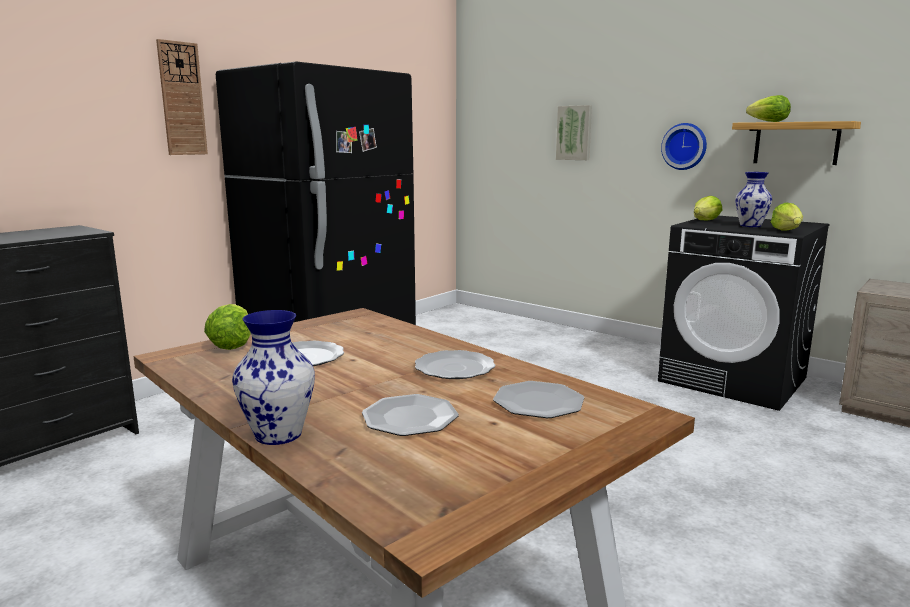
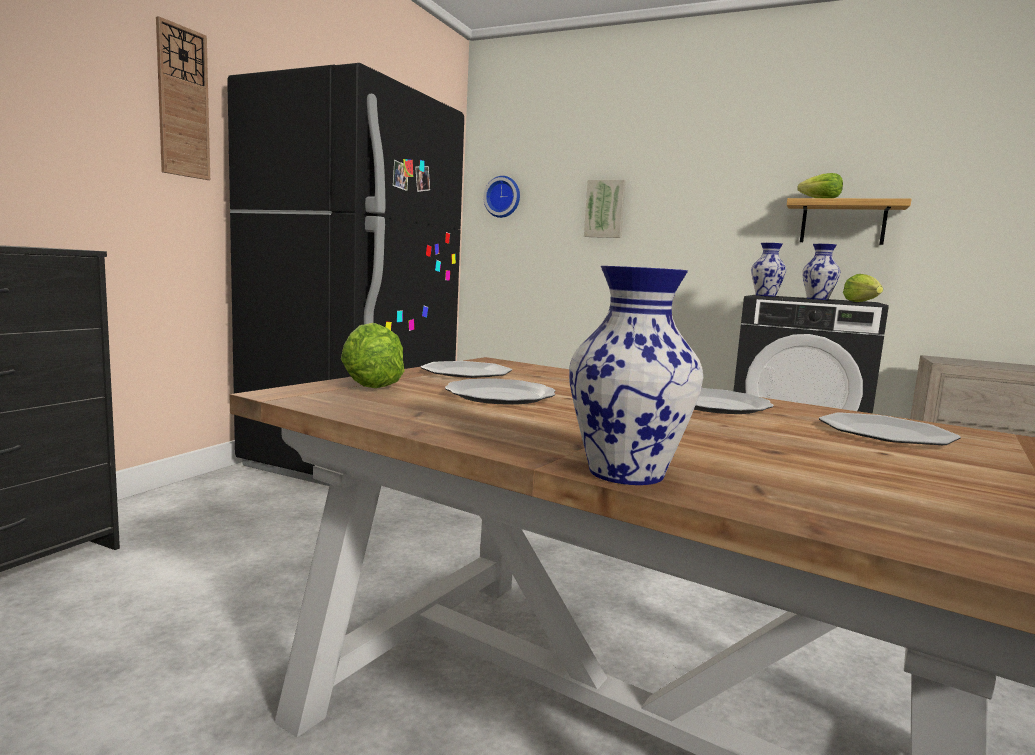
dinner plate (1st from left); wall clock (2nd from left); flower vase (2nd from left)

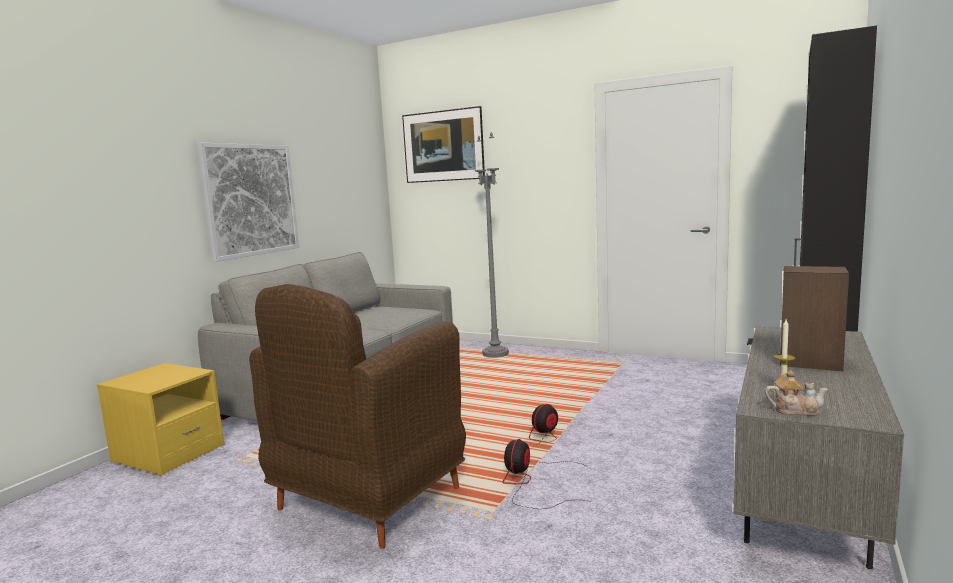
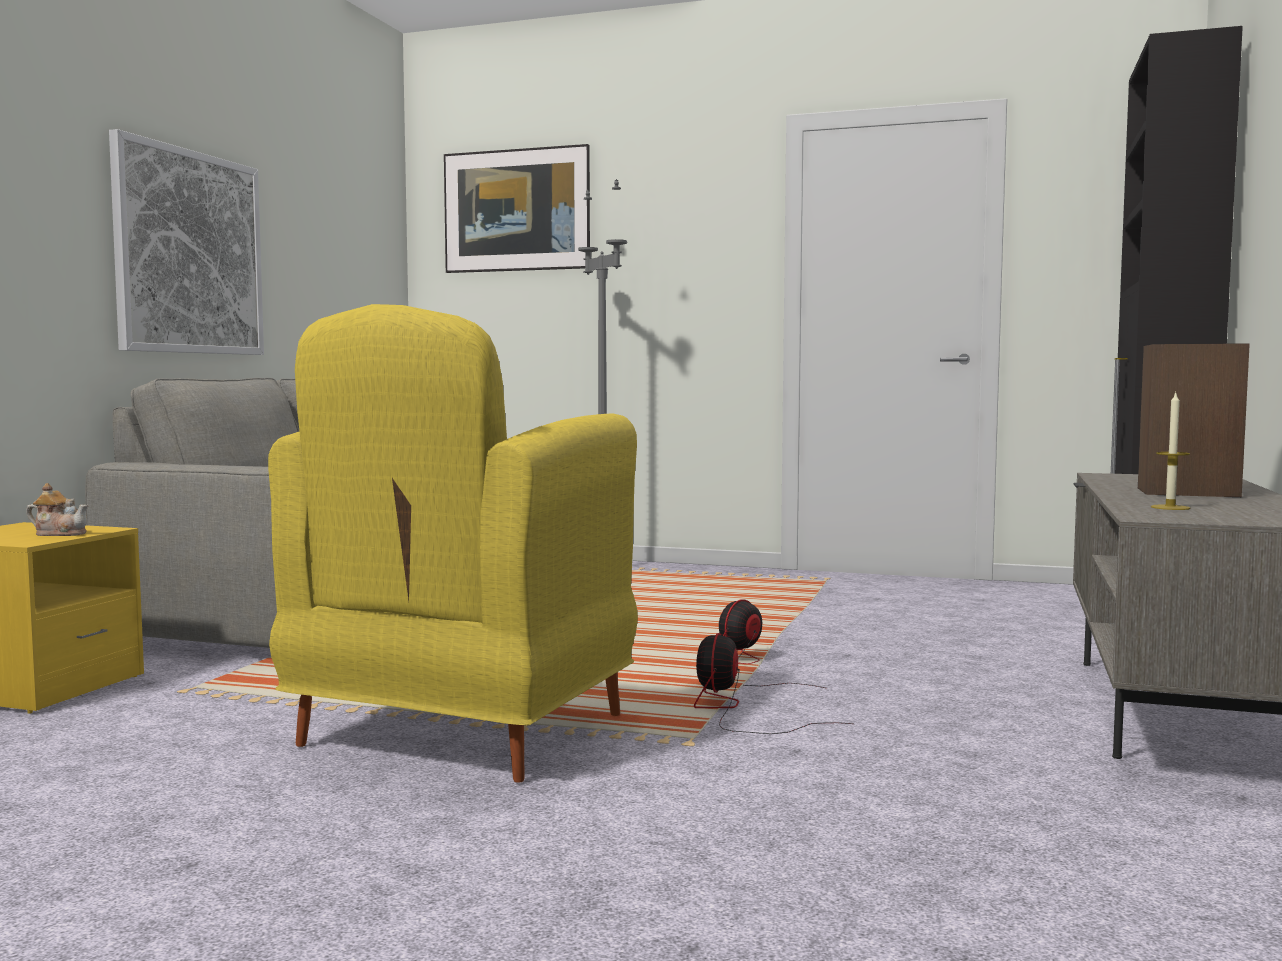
tea pot; yellowish easy chair

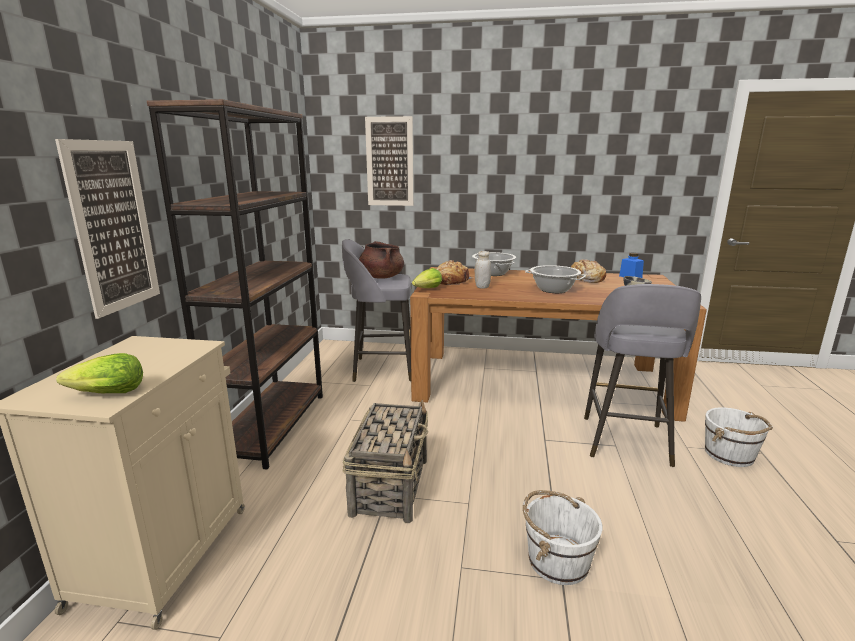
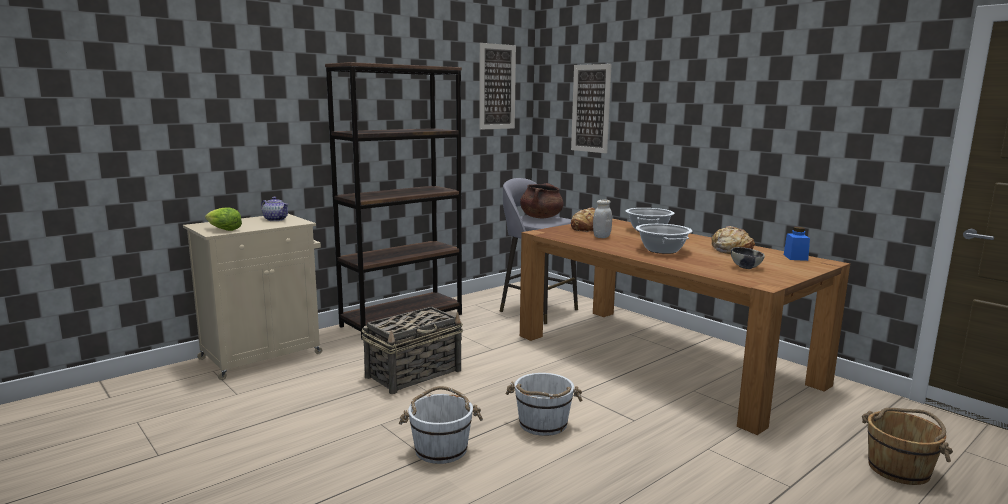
lettuce head (2nd from left in the first image); grey stool seat (2nd from left in the first image); tea pot; brown water bucket; wall picture (1st from left); white-coloured water bucket (2nd from left)

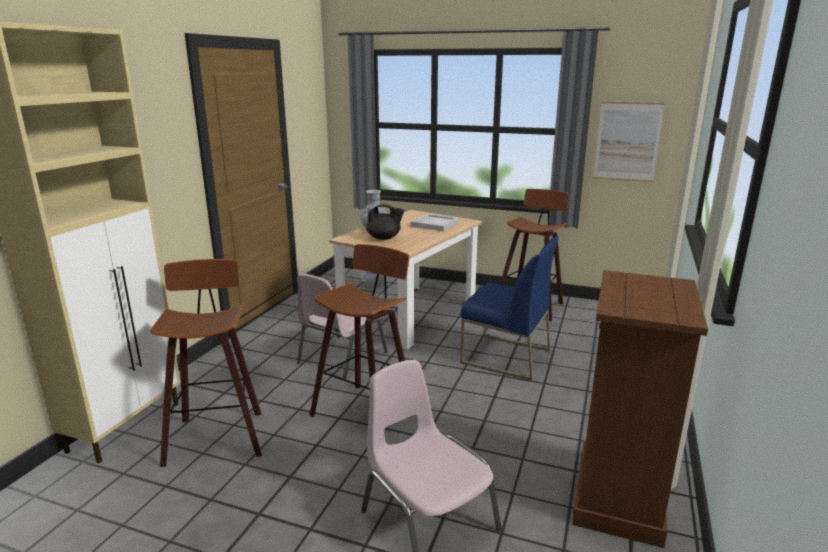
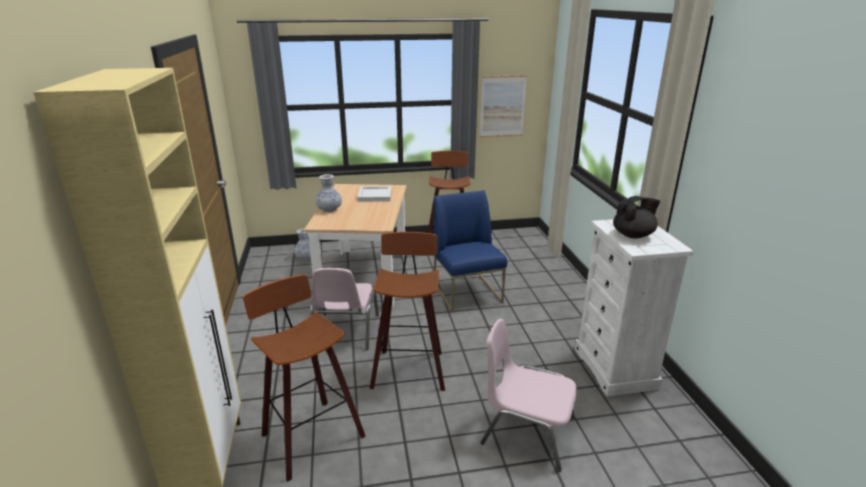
black tea pot; white-coloured dresser; blue upright chair

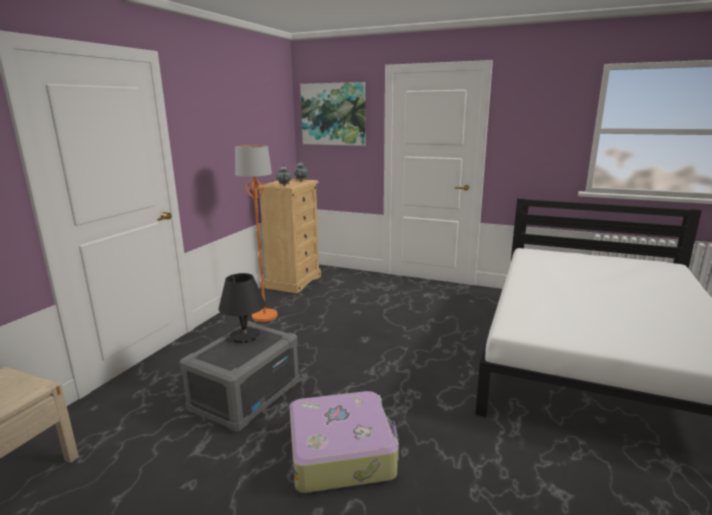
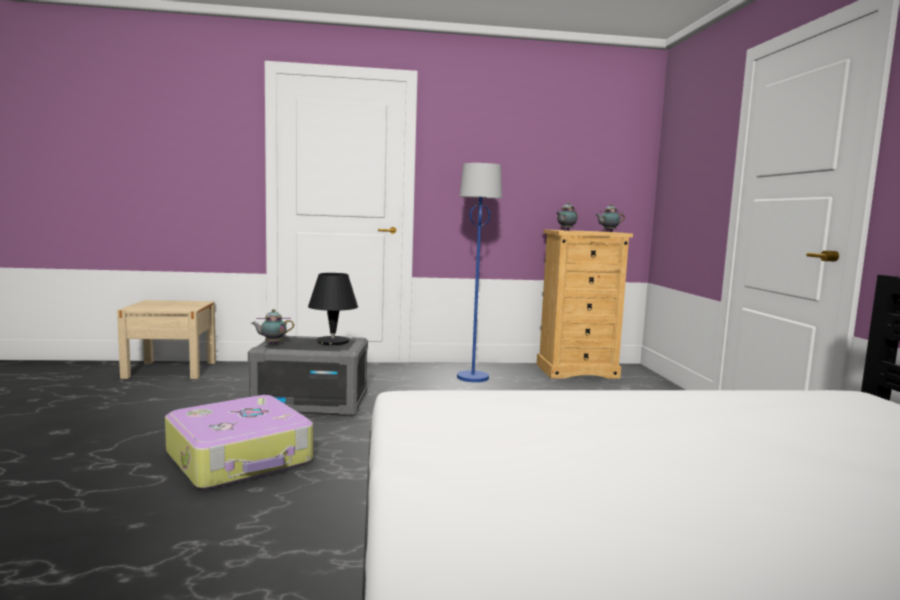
wall picture; tea pot (1st from left); blue standard lamp

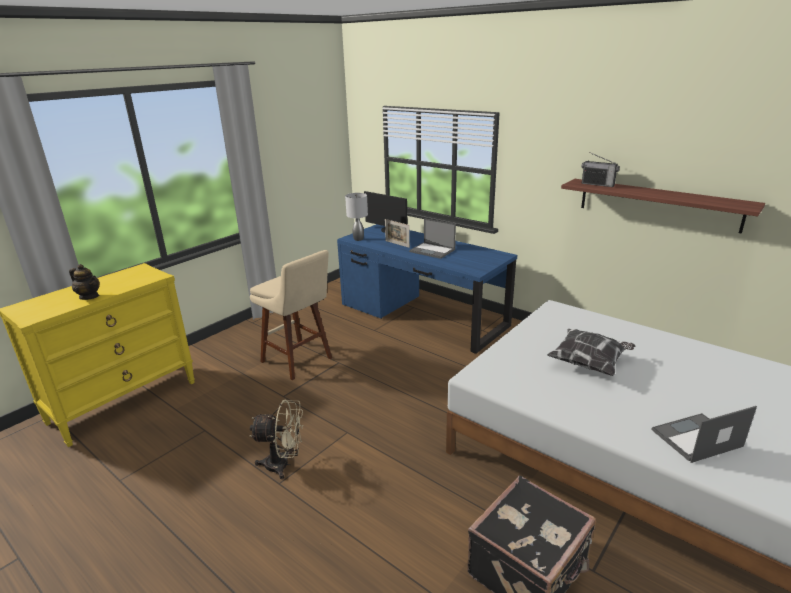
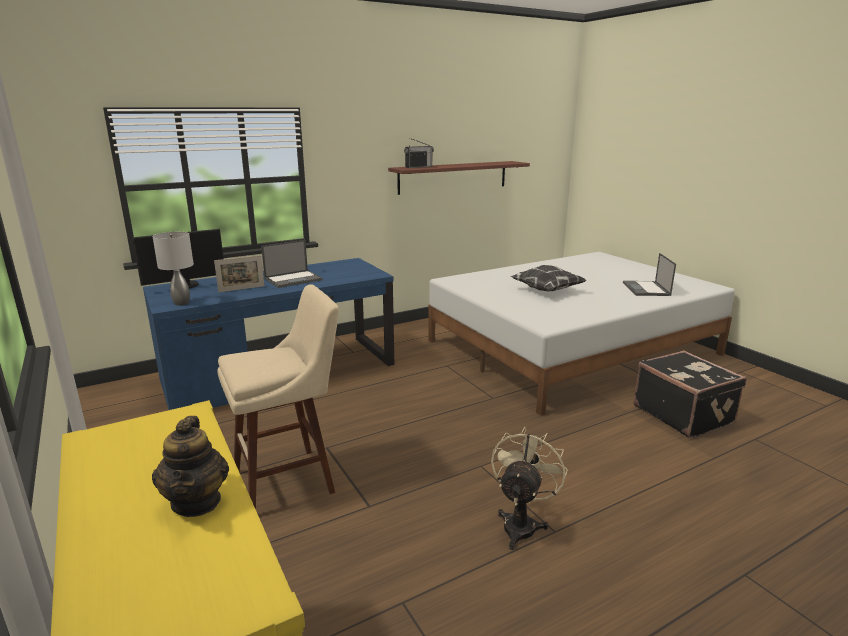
tea pot

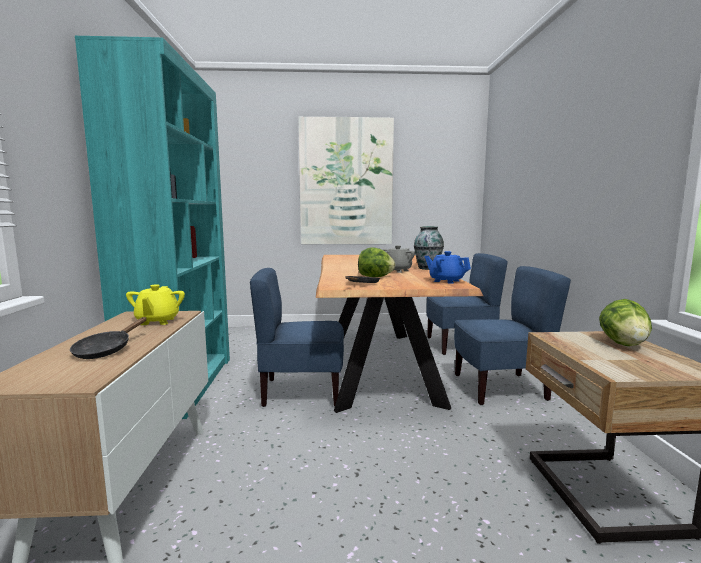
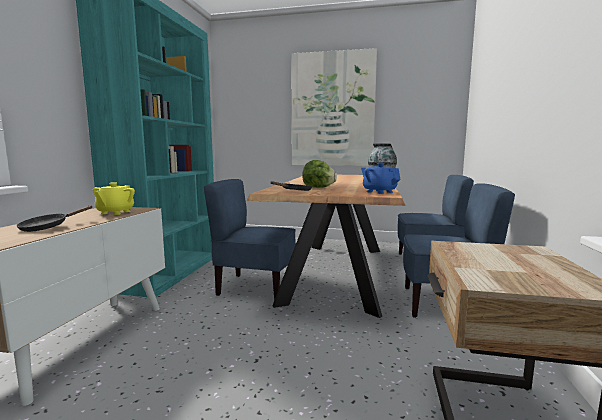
grey tea pot; lettuce head (2nd from left in the first image)

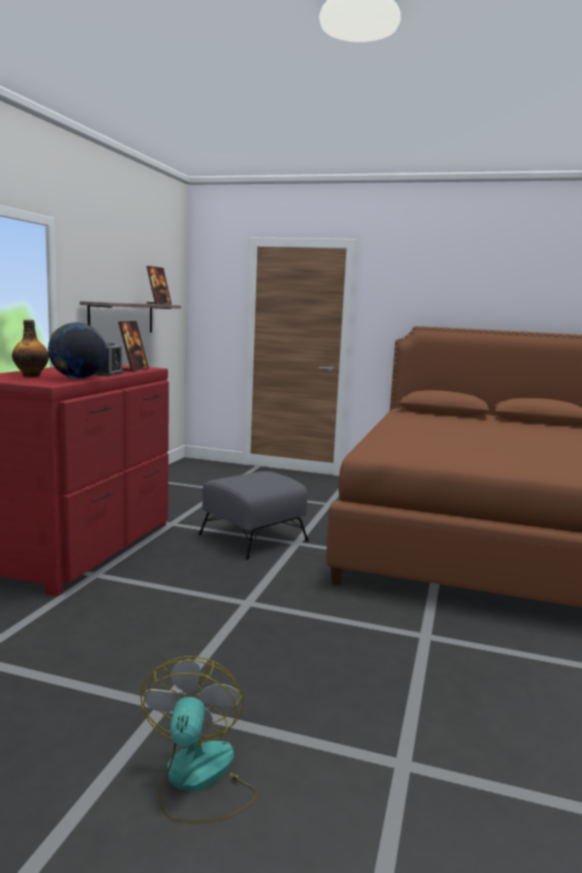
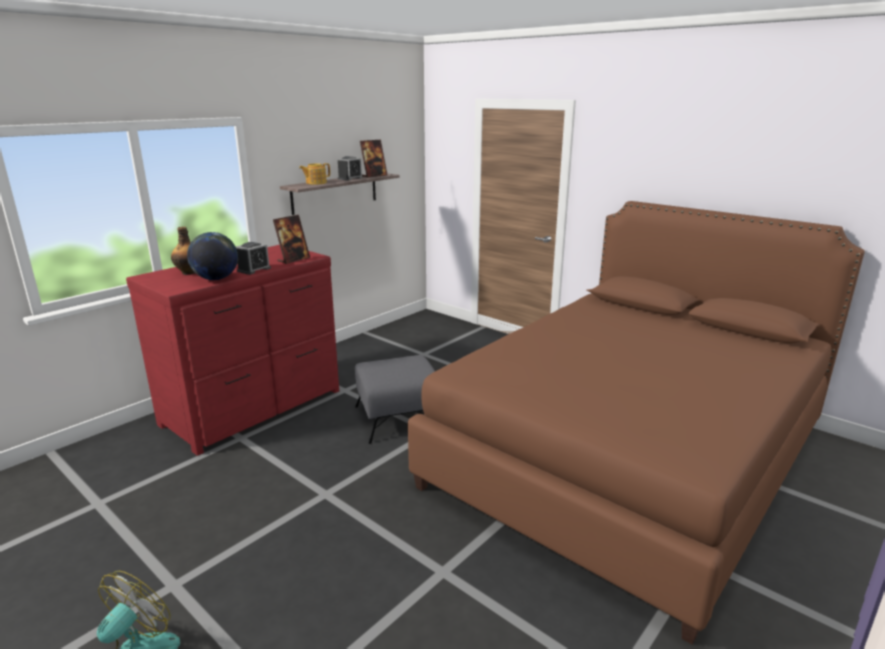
tea pot; alarm clock (2nd from left)

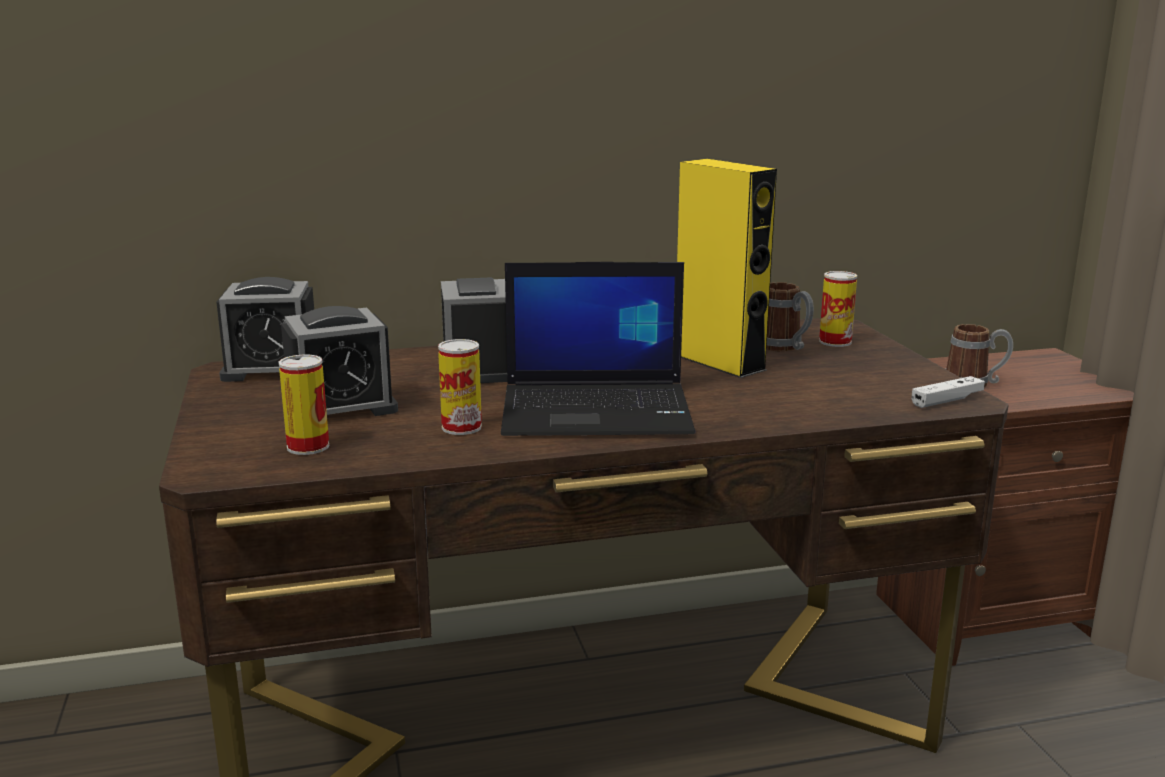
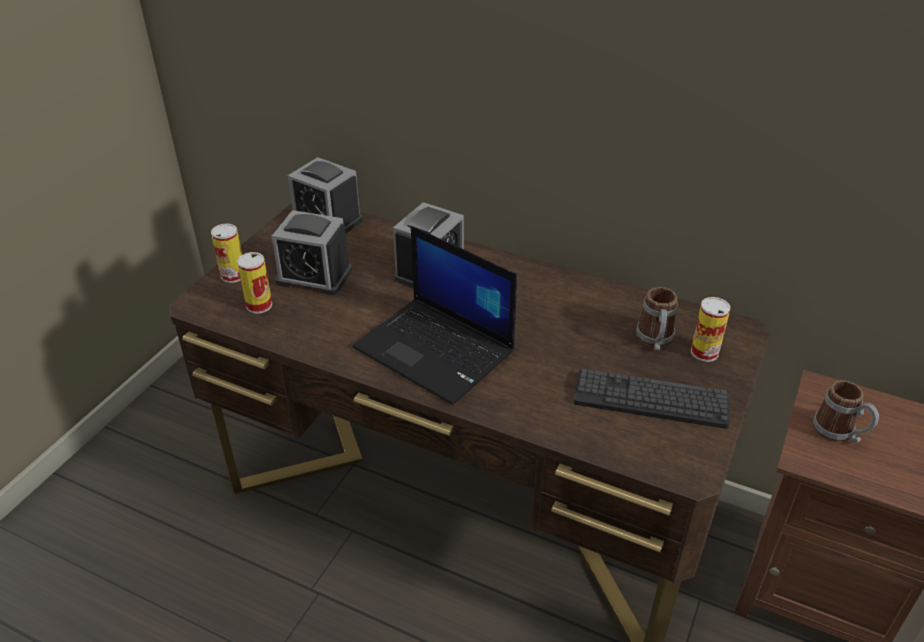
yellowish speaker; white-coloured game controller; keyboard; metal can (1st from left)

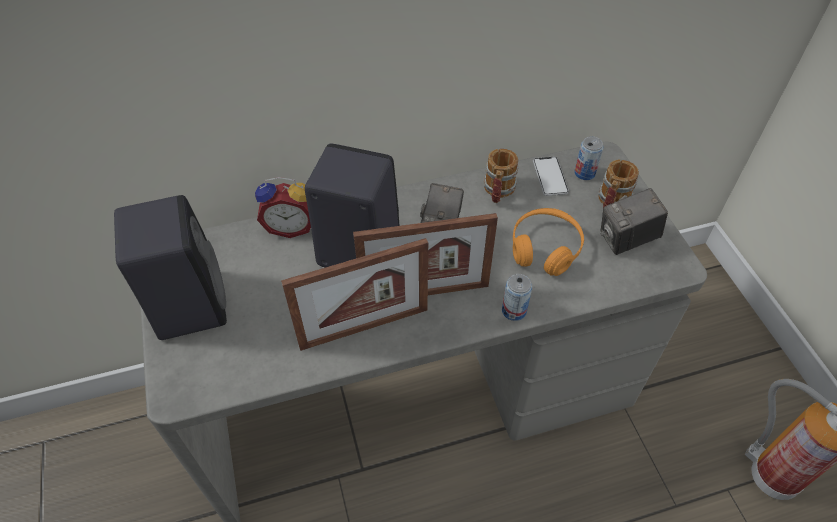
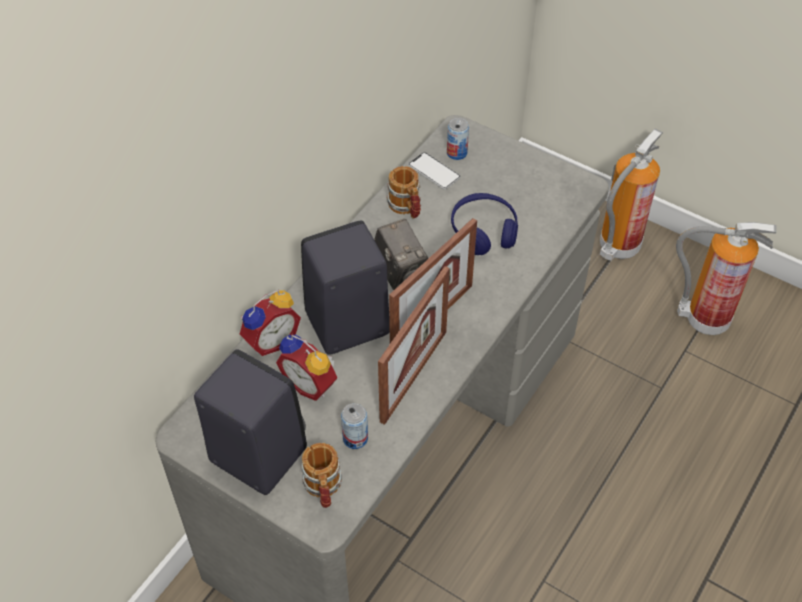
still camera (2nd from left in the first image); alarm clock (2nd from left); extinguisher (1st from left); metal can (1st from left); tea mug (1st from left); blue headphones

